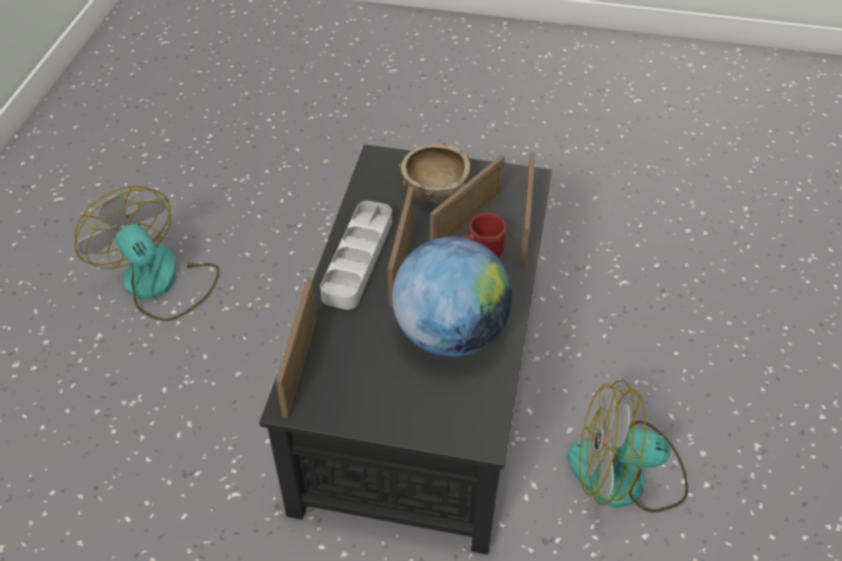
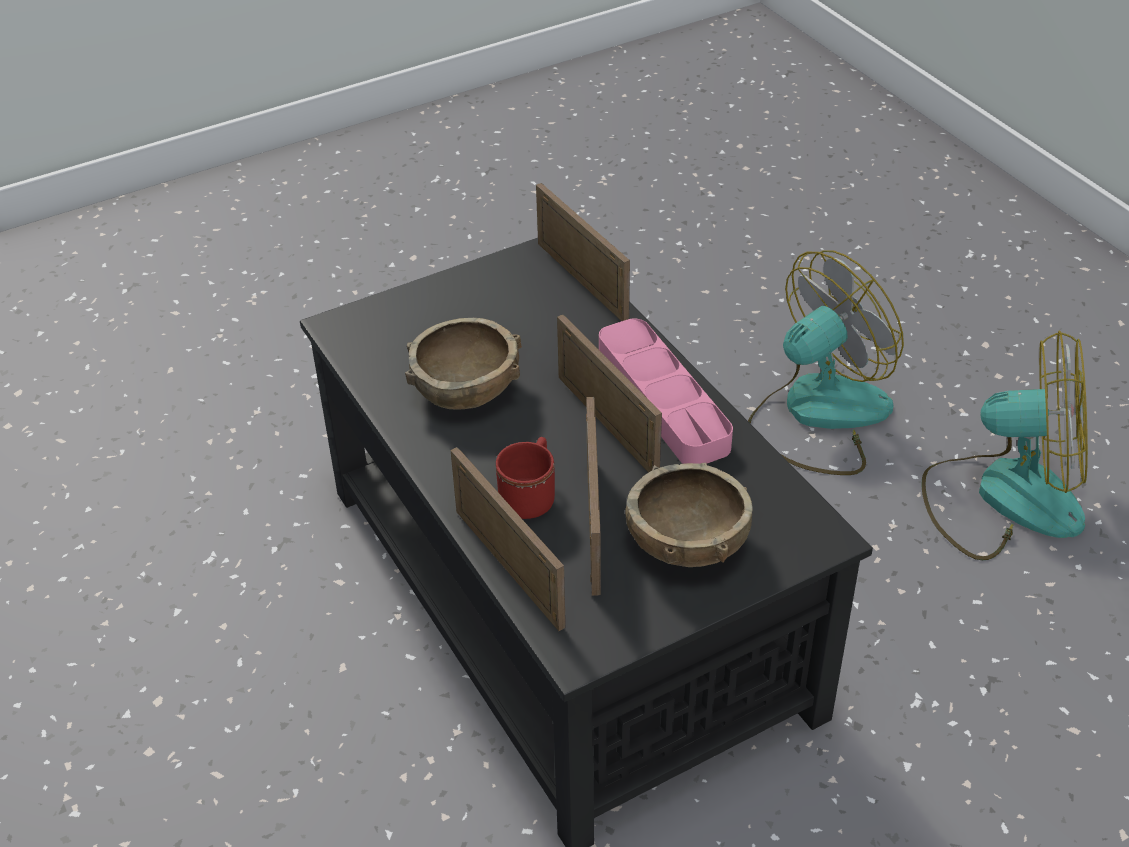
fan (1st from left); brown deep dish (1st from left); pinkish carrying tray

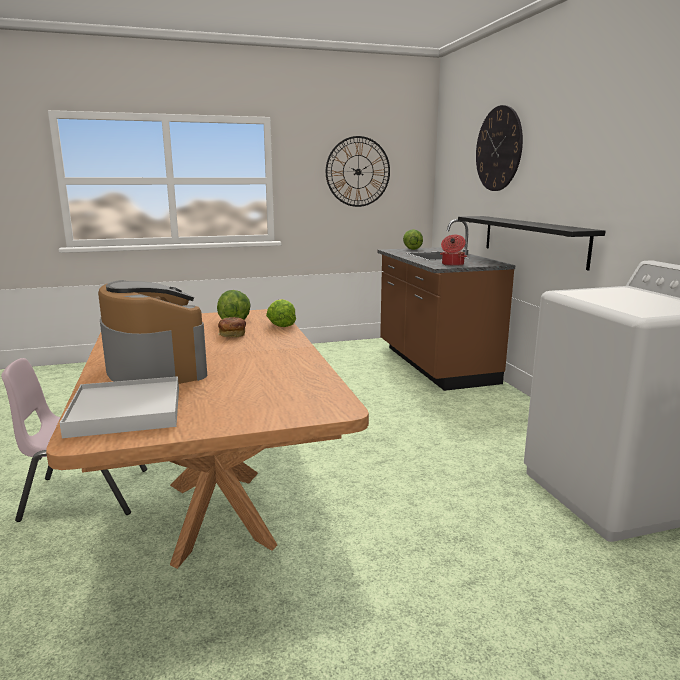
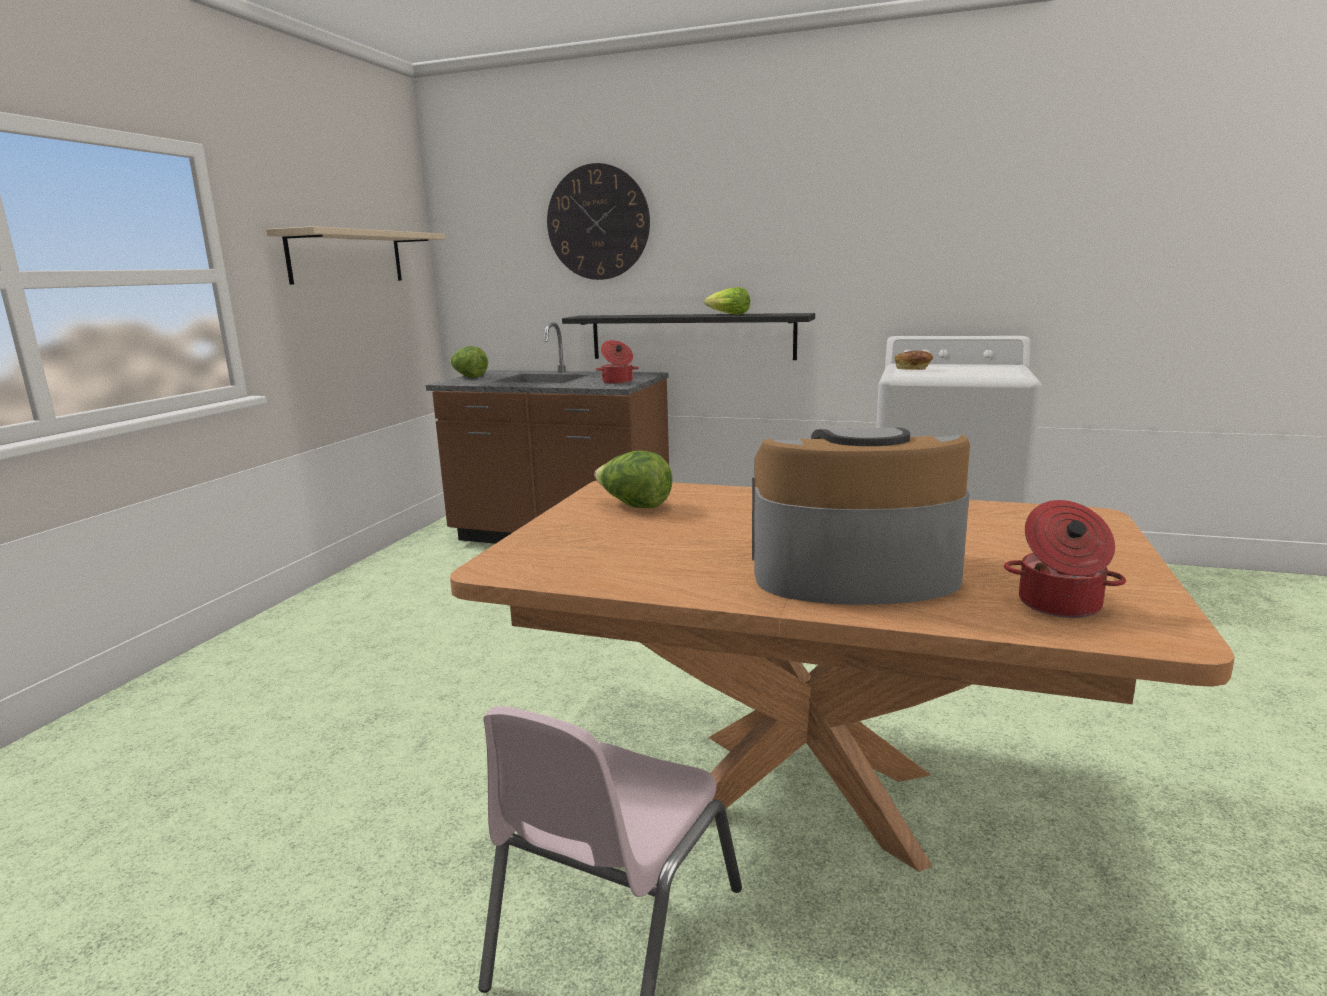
bread; lettuce head (3rd from left); saucepot (2nd from left); beige wall shelf

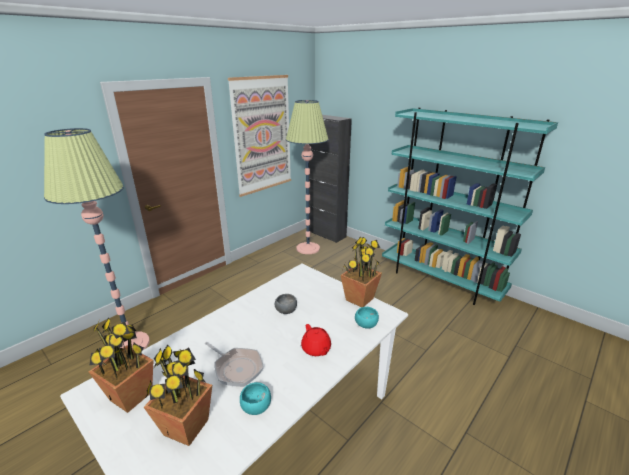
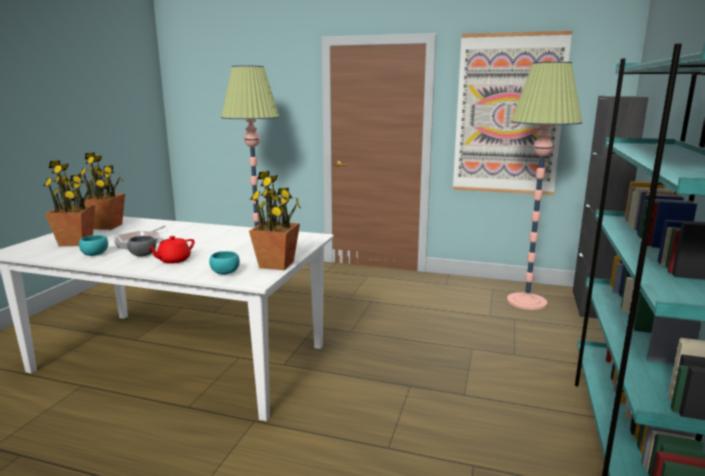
grey deep dish

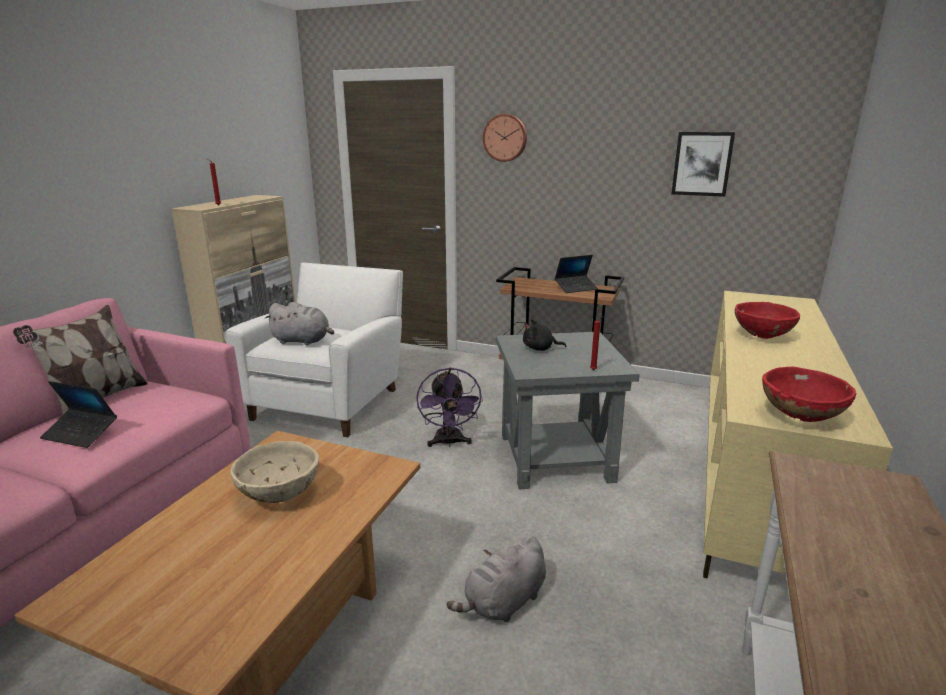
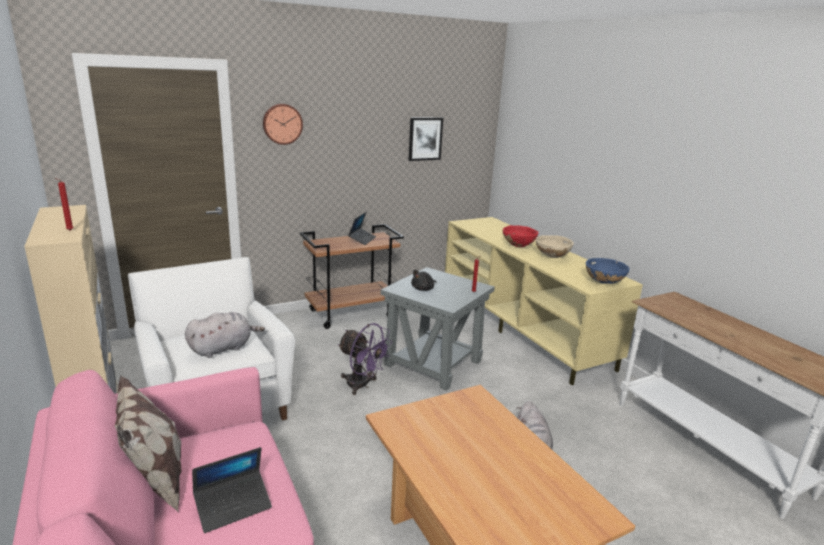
beige deep dish; blue deep dish

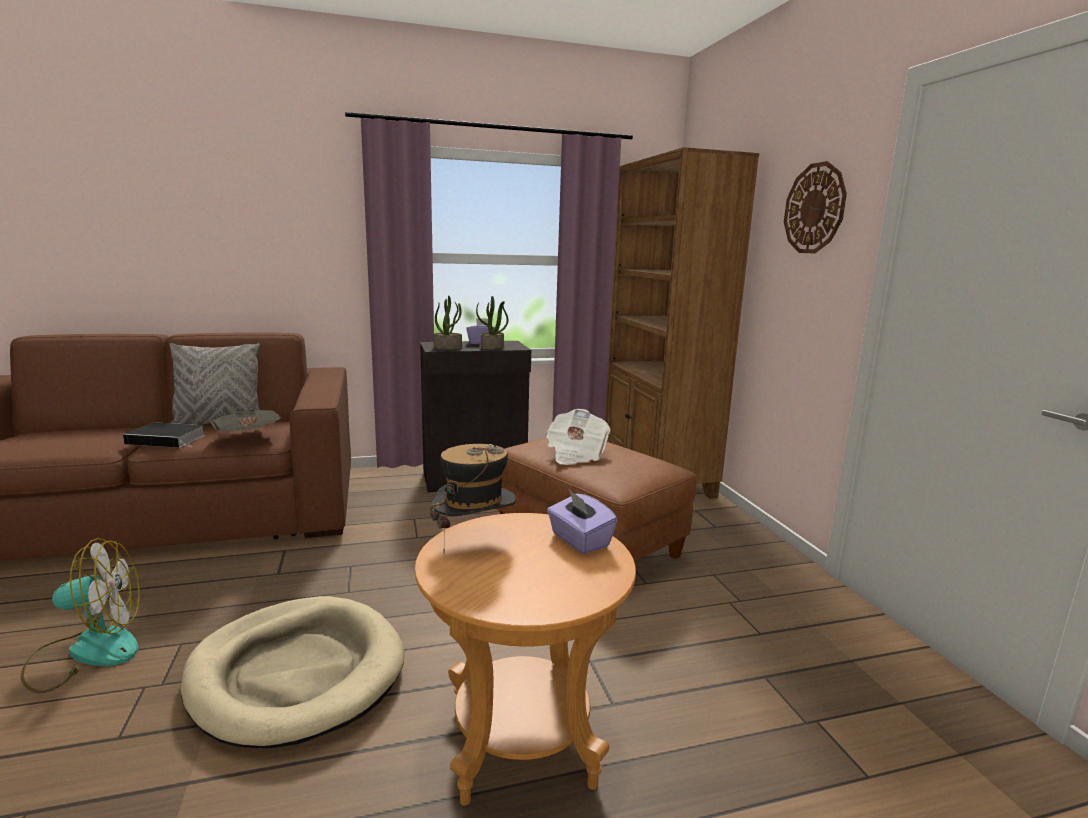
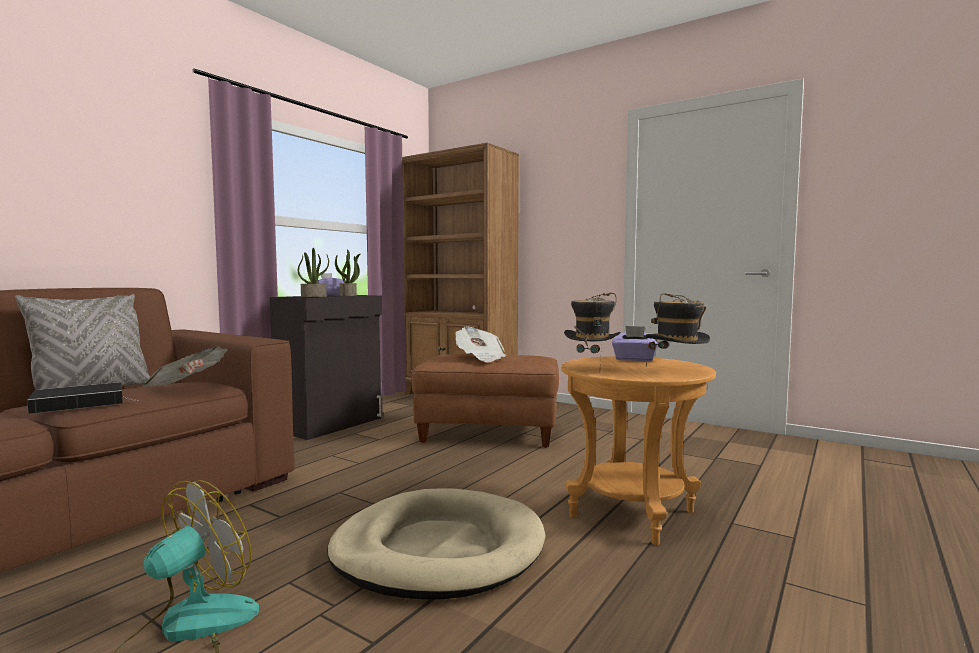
wall clock; clothing hat (2nd from left)

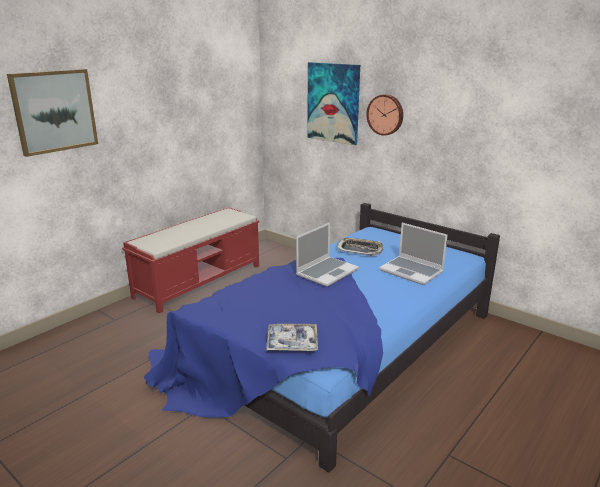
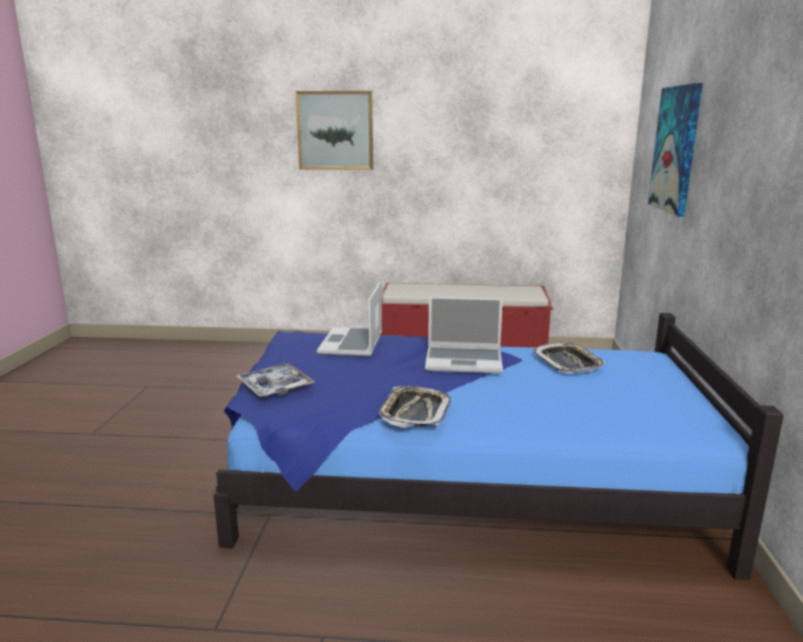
wall clock; carrying tray (2nd from left); portable computer (1st from left)

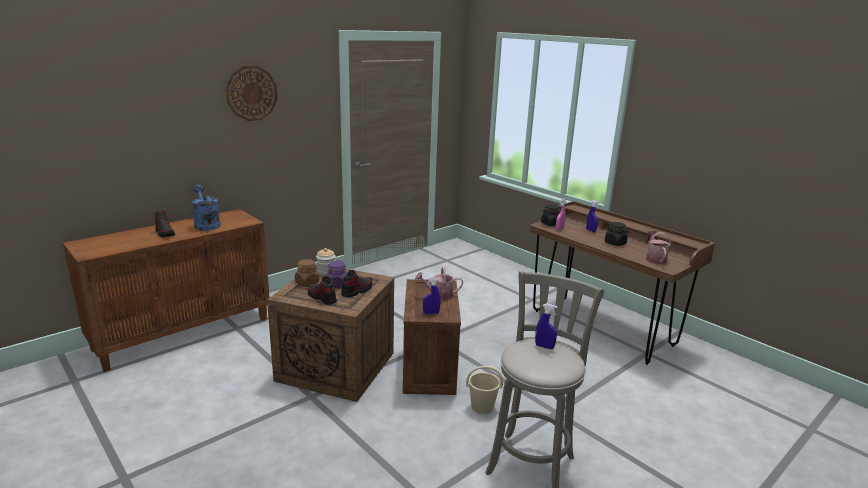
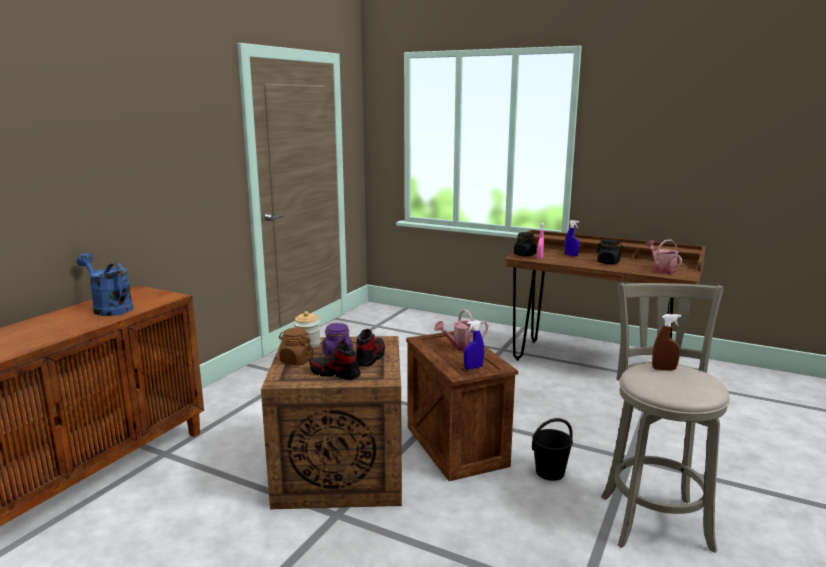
shoe (1st from left in the first image); wall clock; black water bucket; brown spray bottle

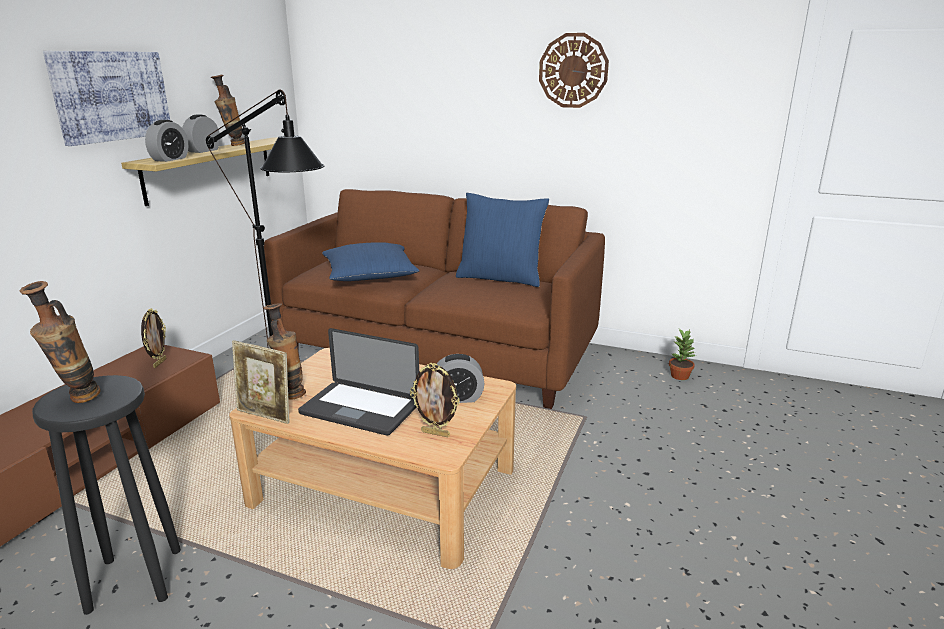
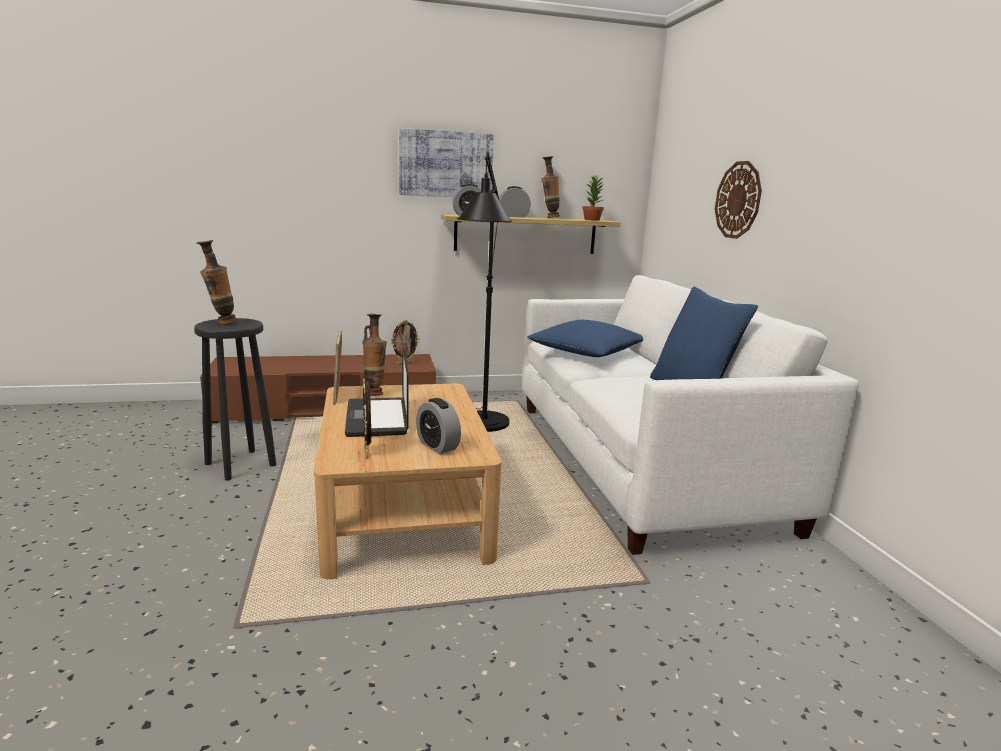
wall clock; plant in a pot; white-coloured couch

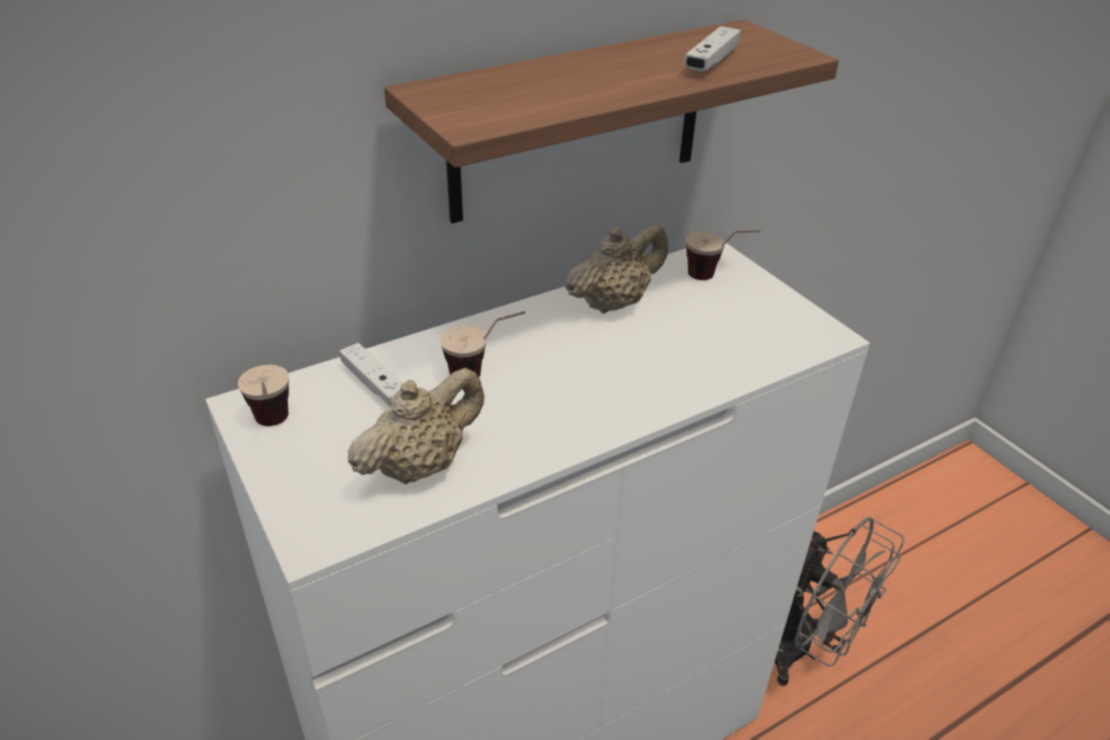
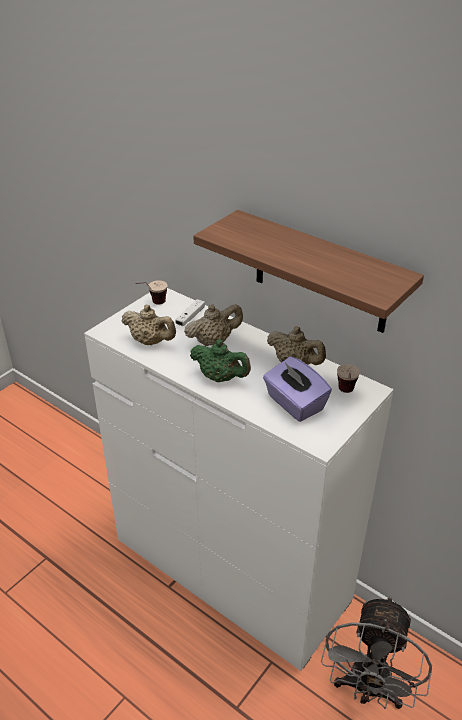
white-coloured game controller (2nd from left in the first image); green tea pot; purple tissue holder; beige tea pot (2nd from left)

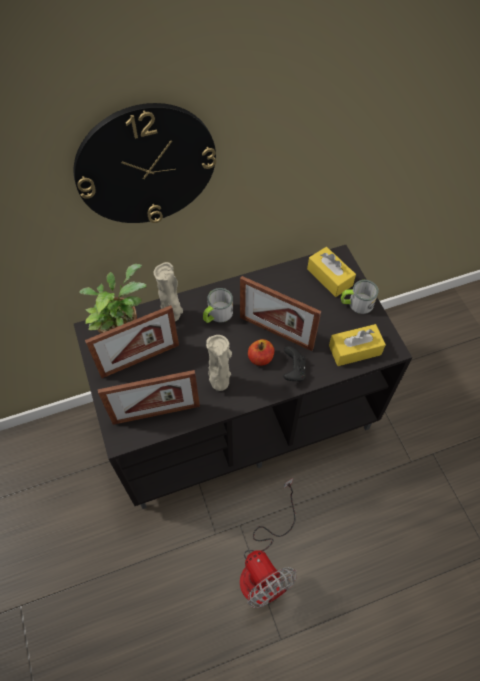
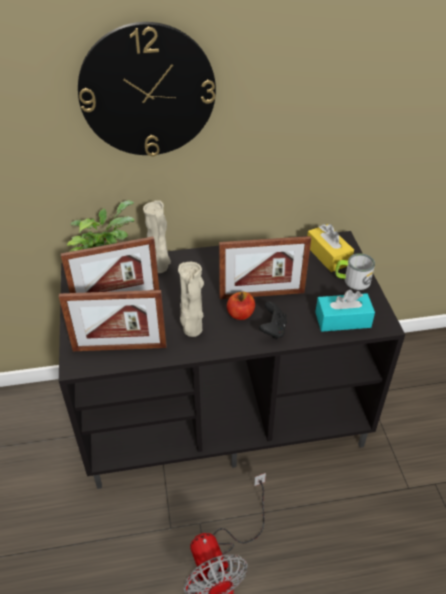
tea mug (1st from left in the first image); blue-green tissue holder; photo frame (3rd from left)

